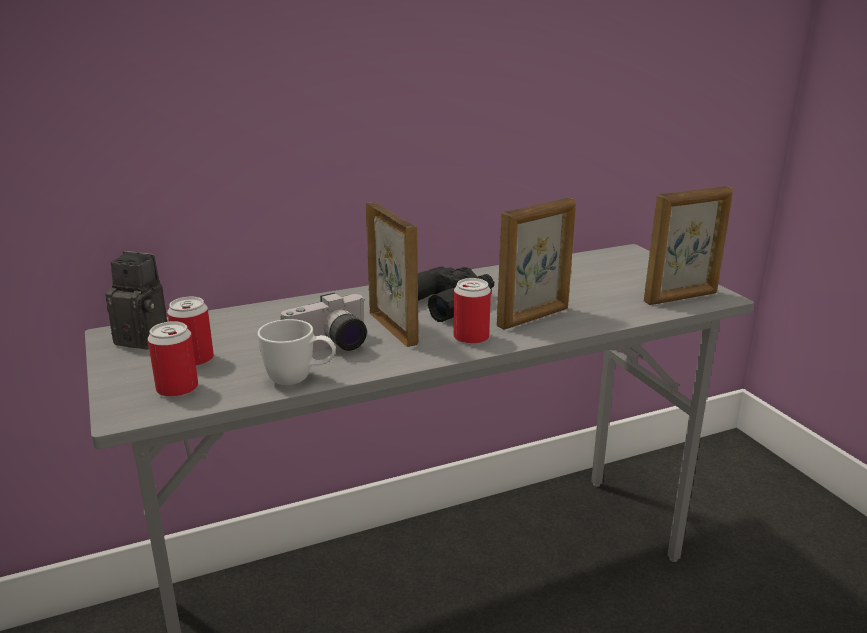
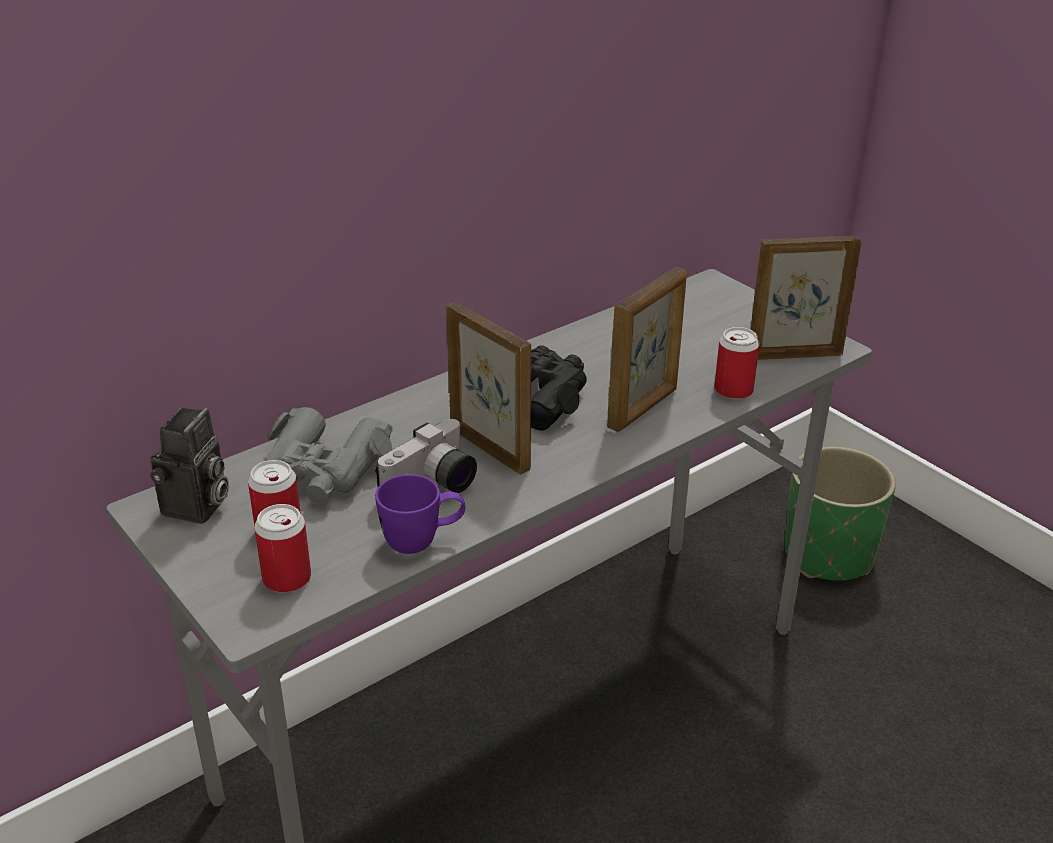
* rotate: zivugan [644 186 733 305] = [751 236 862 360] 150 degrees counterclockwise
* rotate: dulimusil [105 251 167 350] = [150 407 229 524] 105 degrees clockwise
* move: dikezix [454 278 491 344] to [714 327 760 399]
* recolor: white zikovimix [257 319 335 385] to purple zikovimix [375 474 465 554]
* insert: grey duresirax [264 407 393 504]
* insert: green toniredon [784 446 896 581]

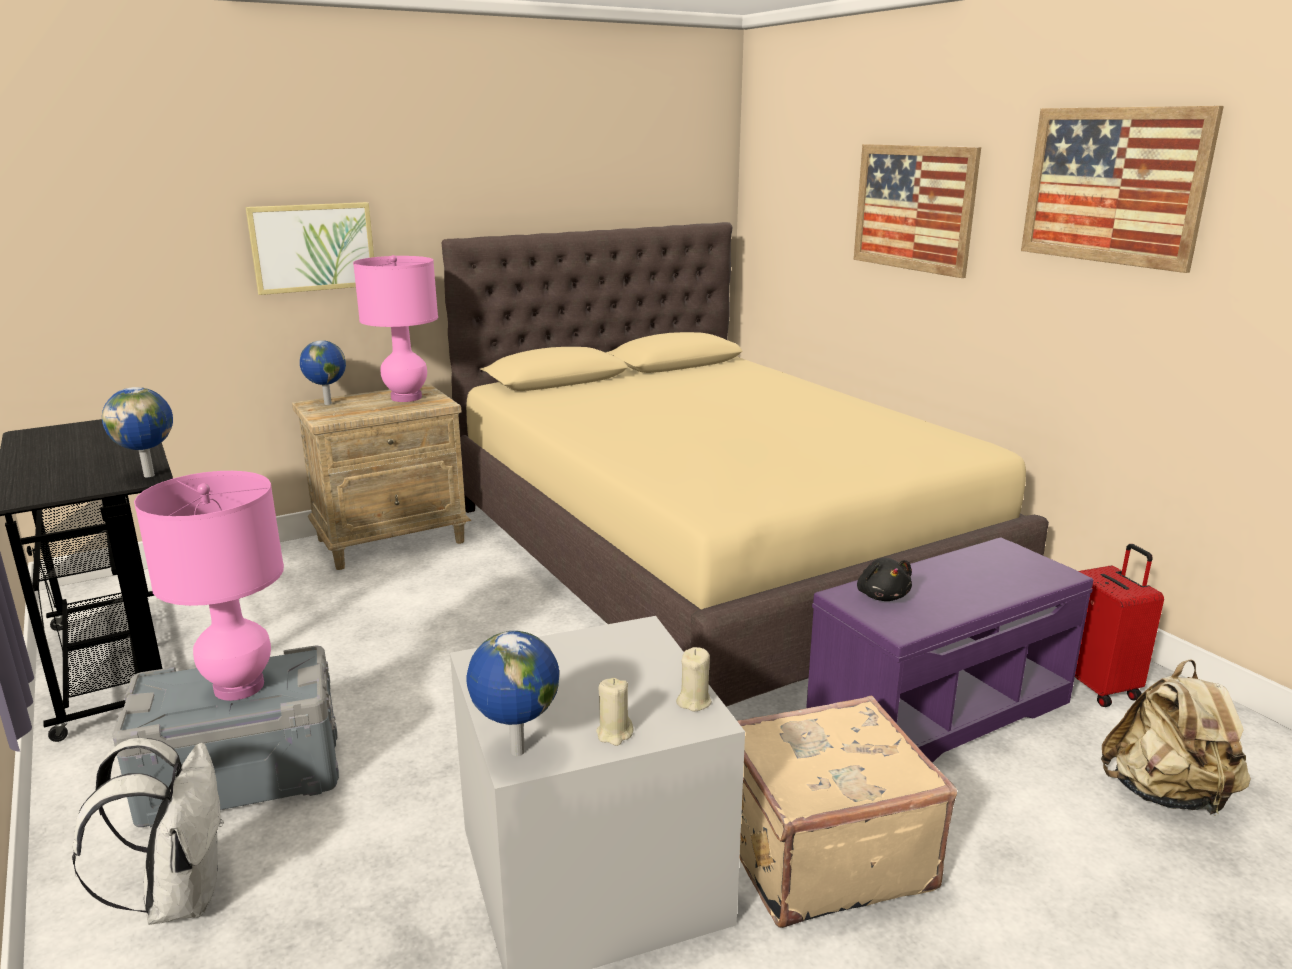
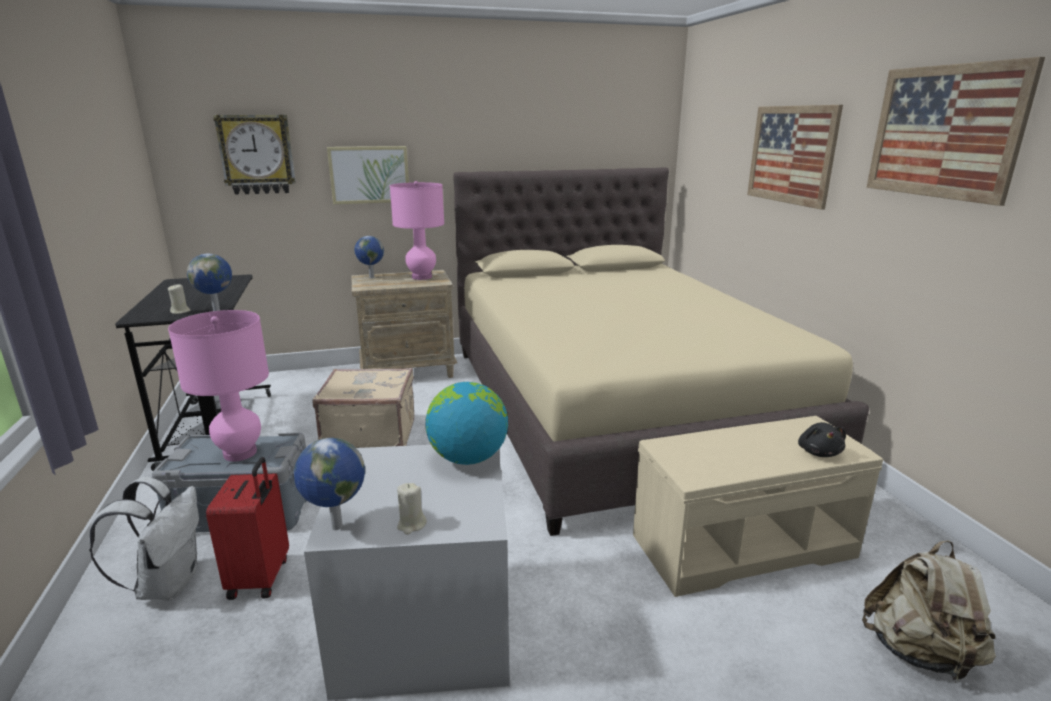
* recolor: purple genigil [806 537 1093 763] to beige genigil [633 416 883 597]
* move: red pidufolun [1075 544 1164 707] to [206 457 289 600]
* move: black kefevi [857 558 912 601] to [798 422 846 457]
* move: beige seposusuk [676 647 712 711] to [168 284 191 314]
* move: beige pidufolun [737 695 957 928] to [313 368 414 448]
* insert: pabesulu [213 115 296 195]
* insert: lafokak [425 382 508 465]

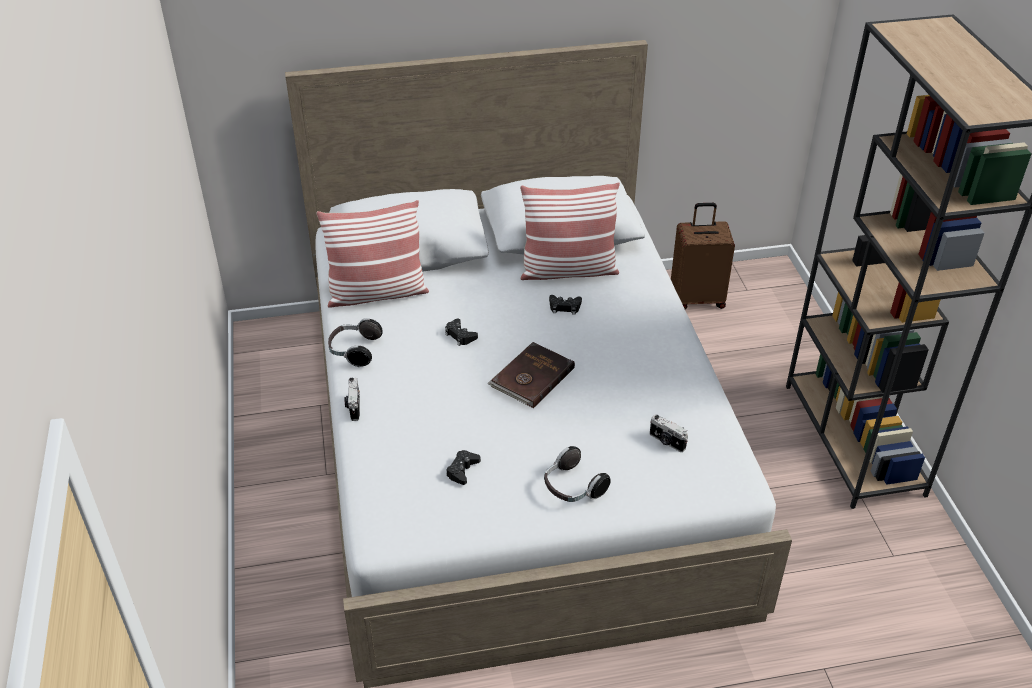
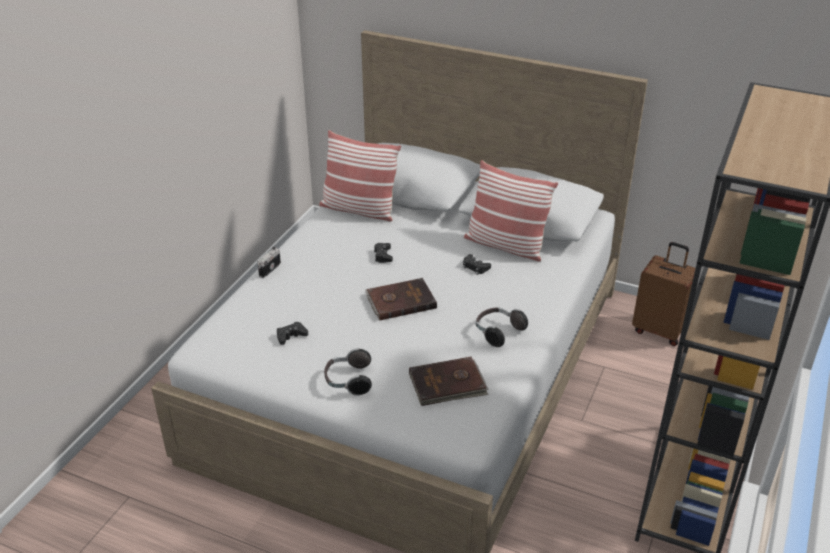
* move: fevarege [328 318 383 367] to [476 307 528 347]
* replace: dulimusil [650 414 688 452] to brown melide [409 357 488 406]

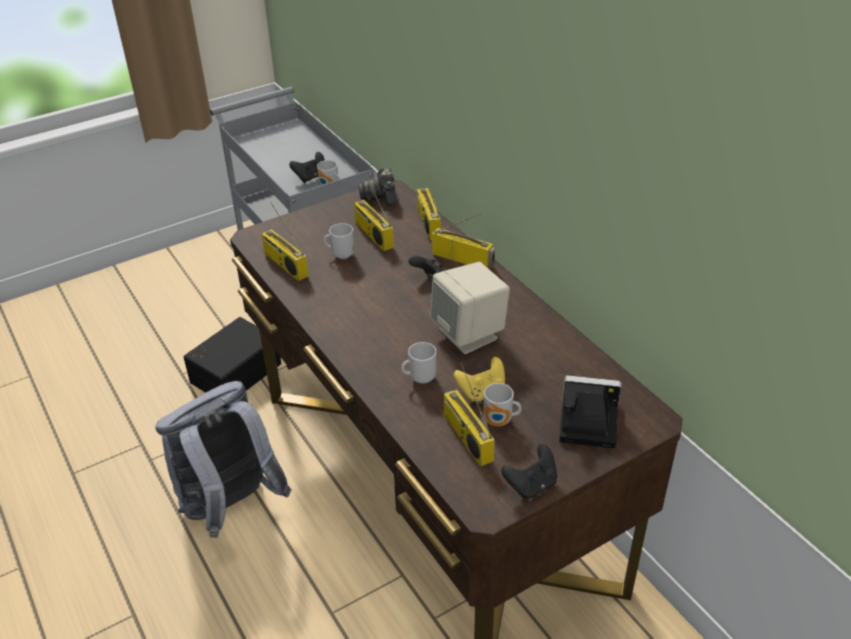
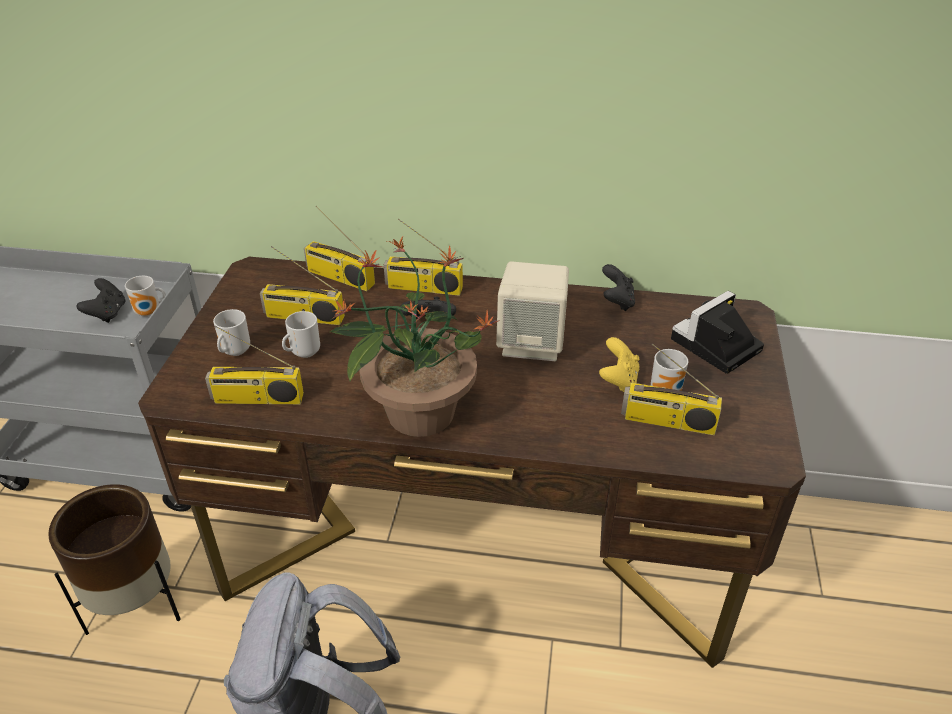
* delete: dulimusil [358 167 397 206]
* rotate: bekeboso [432 214 495 269] = [384 219 463 296] 150 degrees counterclockwise
* replace: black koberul [184 317 281 393] to brown toniredon [48 484 181 635]
* move: zikovimix [401 342 436 383] to [213 309 250 356]
* move: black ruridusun [501 444 557 498] to [602 264 635 311]
* insert: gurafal [330 237 500 437]

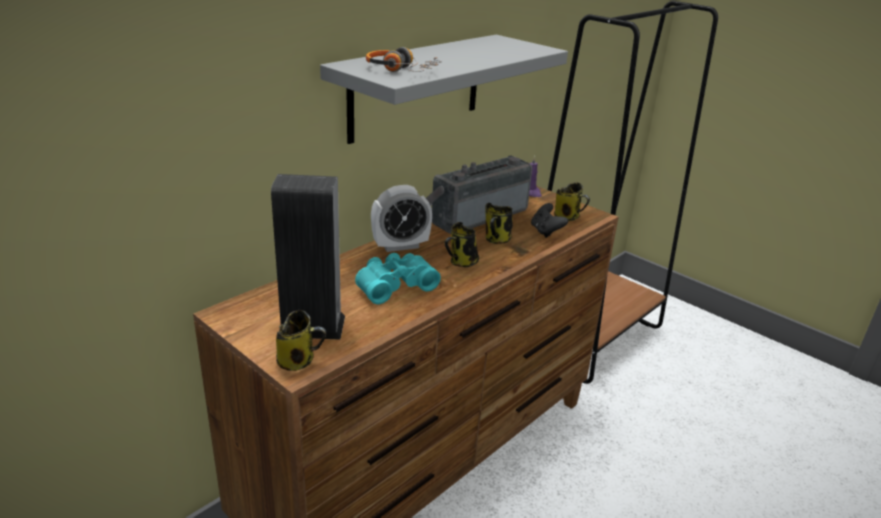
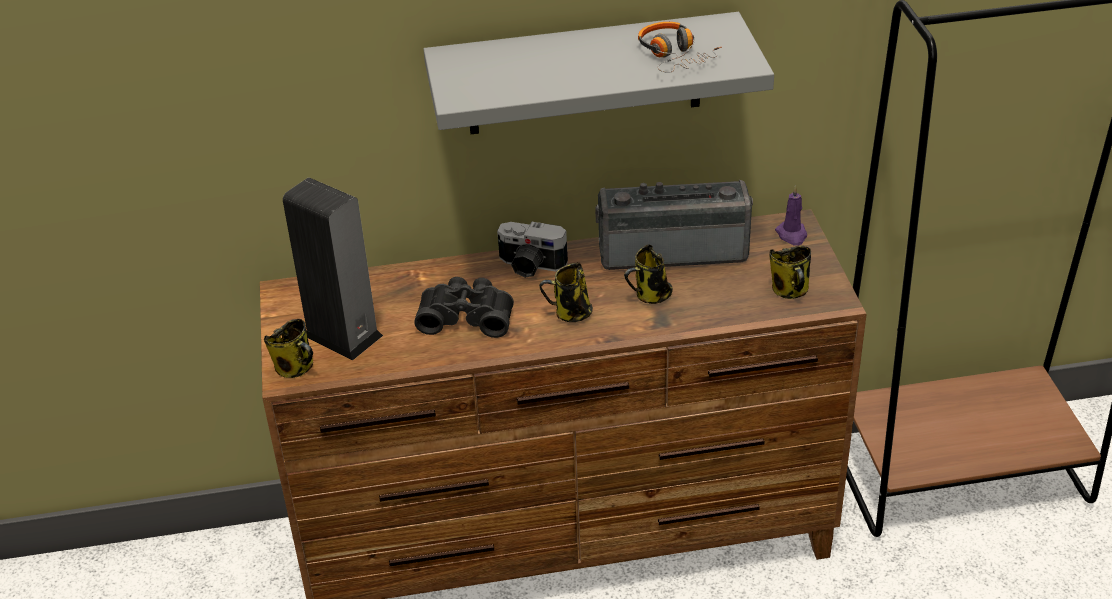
* move: fevarege [366 47 442 72] to [638 22 722 73]
* replace: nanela [371 185 432 252] to dulimusil [497 222 568 278]
* delete: black ruridusun [531 203 568 238]
* recolor: turquoise duresirax [355 253 441 304] to black duresirax [414 277 514 338]

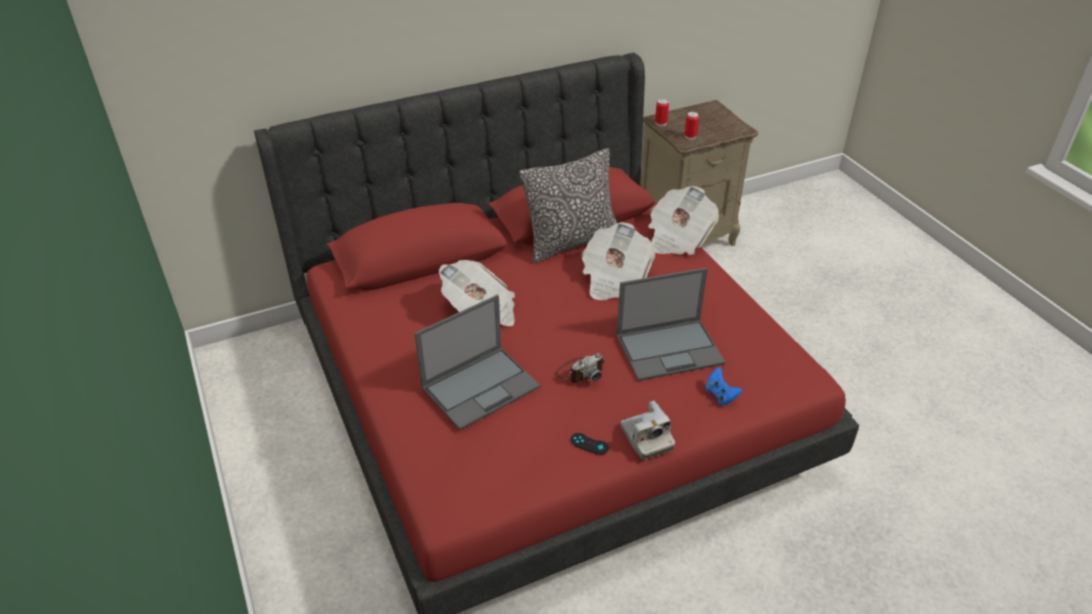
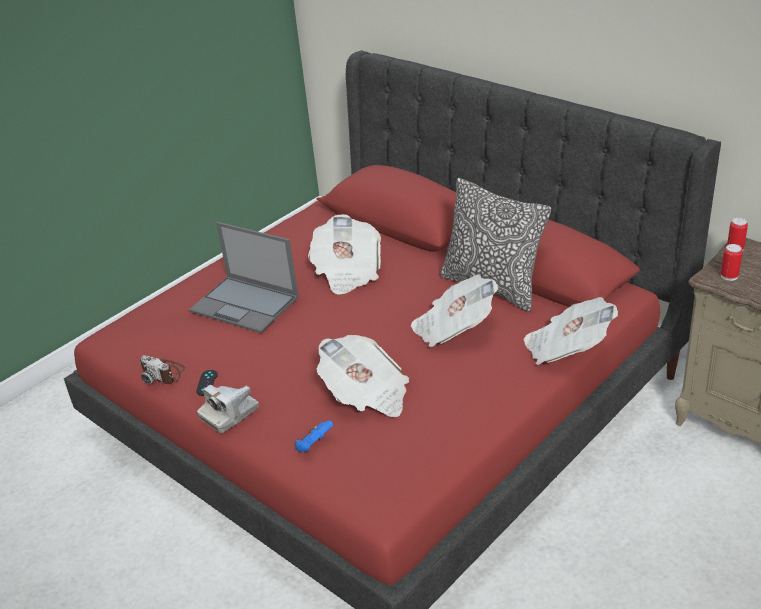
* replace: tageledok [616 268 726 381] to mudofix [316 335 409 417]
* move: dulimusil [556 353 605 383] to [140 355 185 384]

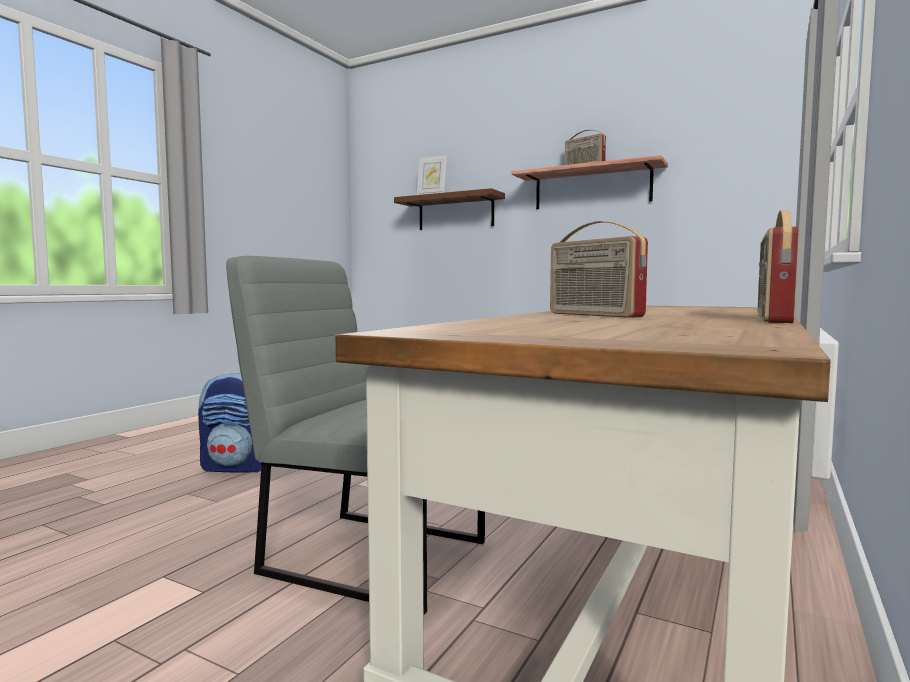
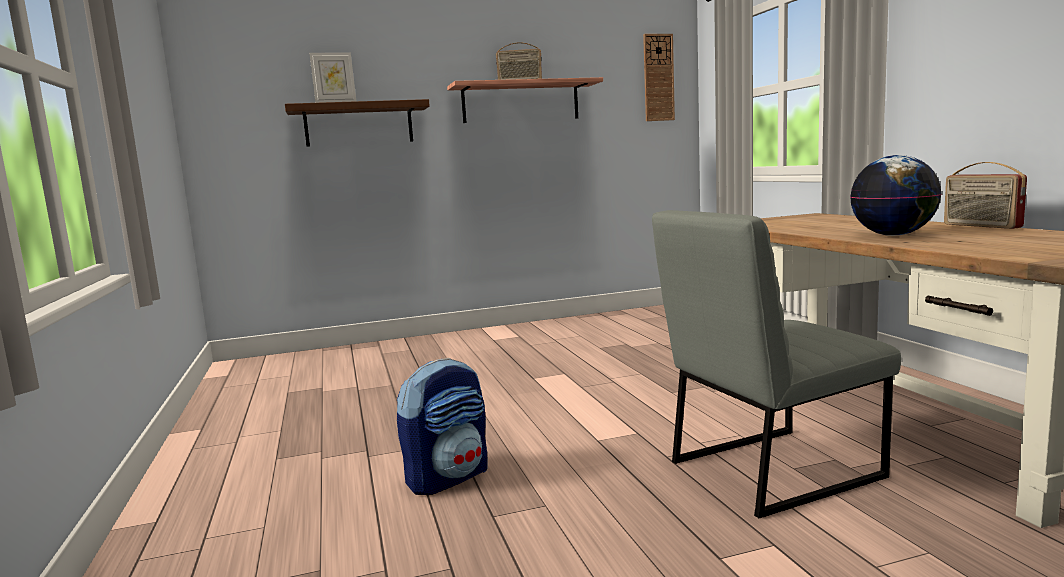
* replace: bekeboso [550 221 648 318] to lafokak [850 155 942 236]
* insert: pabesulu [643 34 675 121]

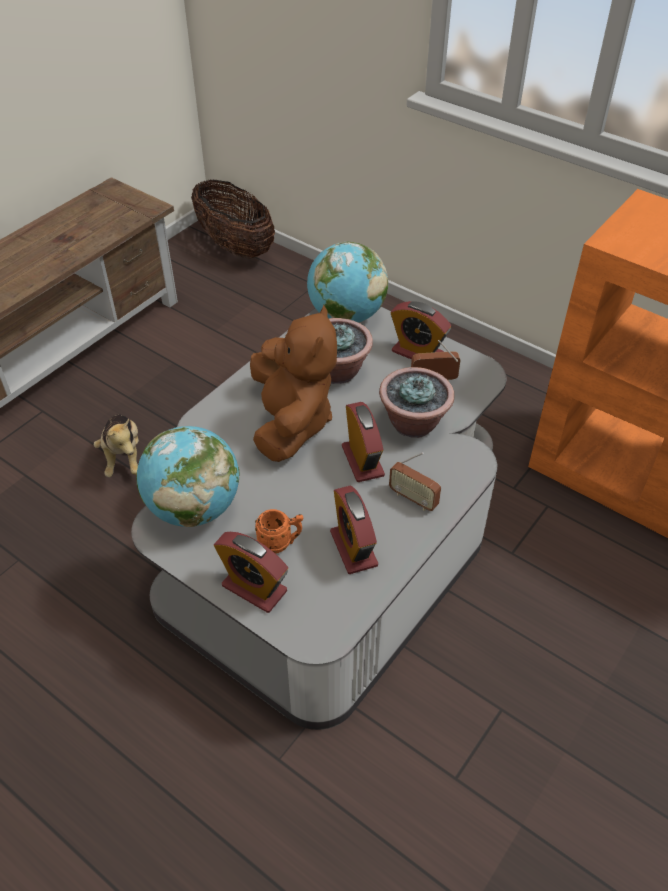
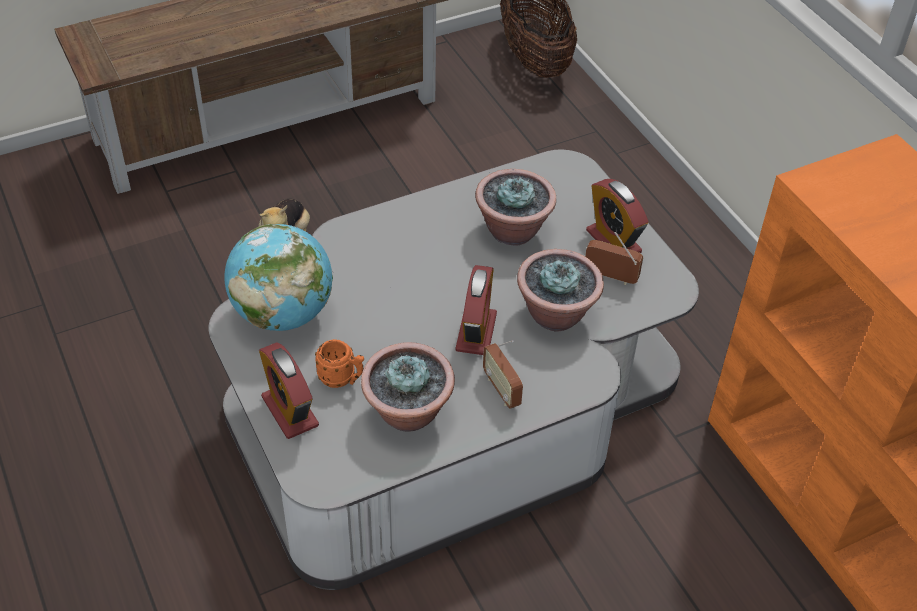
* delete: lafokak [307 242 388 323]
* delete: brown kefevi [250 305 337 462]
* replace: nanela [330 486 378 574] to gurafal [361 342 455 432]

